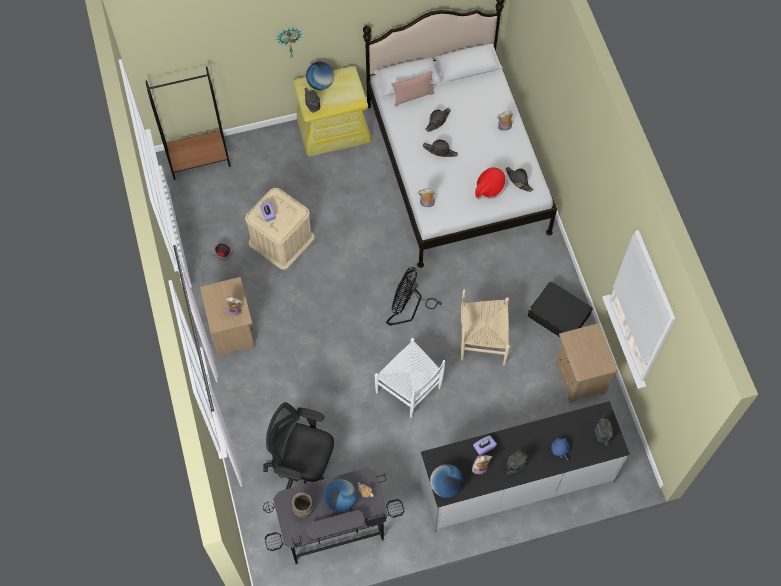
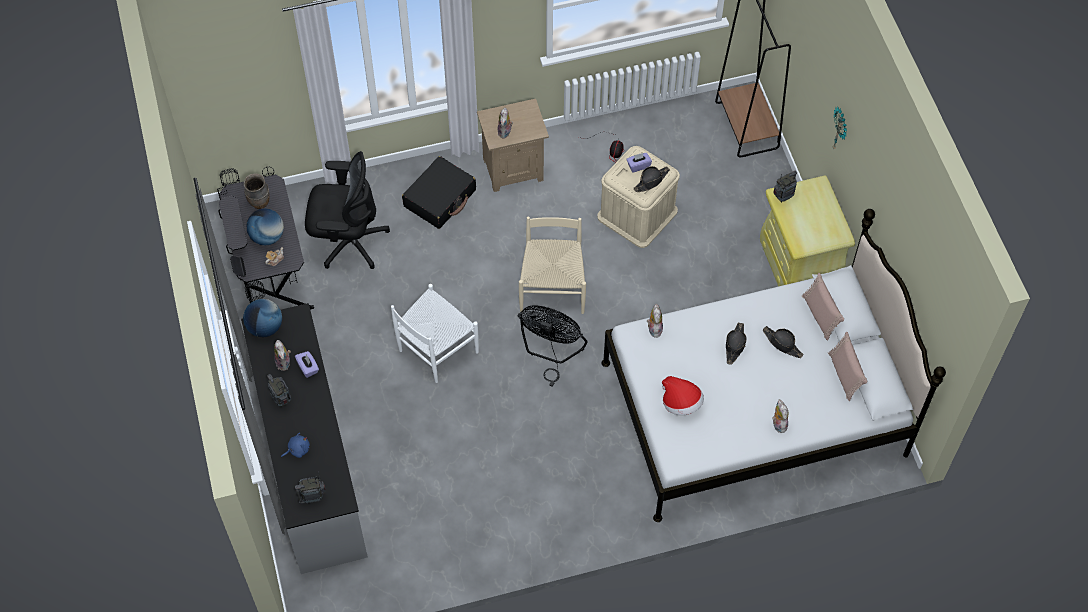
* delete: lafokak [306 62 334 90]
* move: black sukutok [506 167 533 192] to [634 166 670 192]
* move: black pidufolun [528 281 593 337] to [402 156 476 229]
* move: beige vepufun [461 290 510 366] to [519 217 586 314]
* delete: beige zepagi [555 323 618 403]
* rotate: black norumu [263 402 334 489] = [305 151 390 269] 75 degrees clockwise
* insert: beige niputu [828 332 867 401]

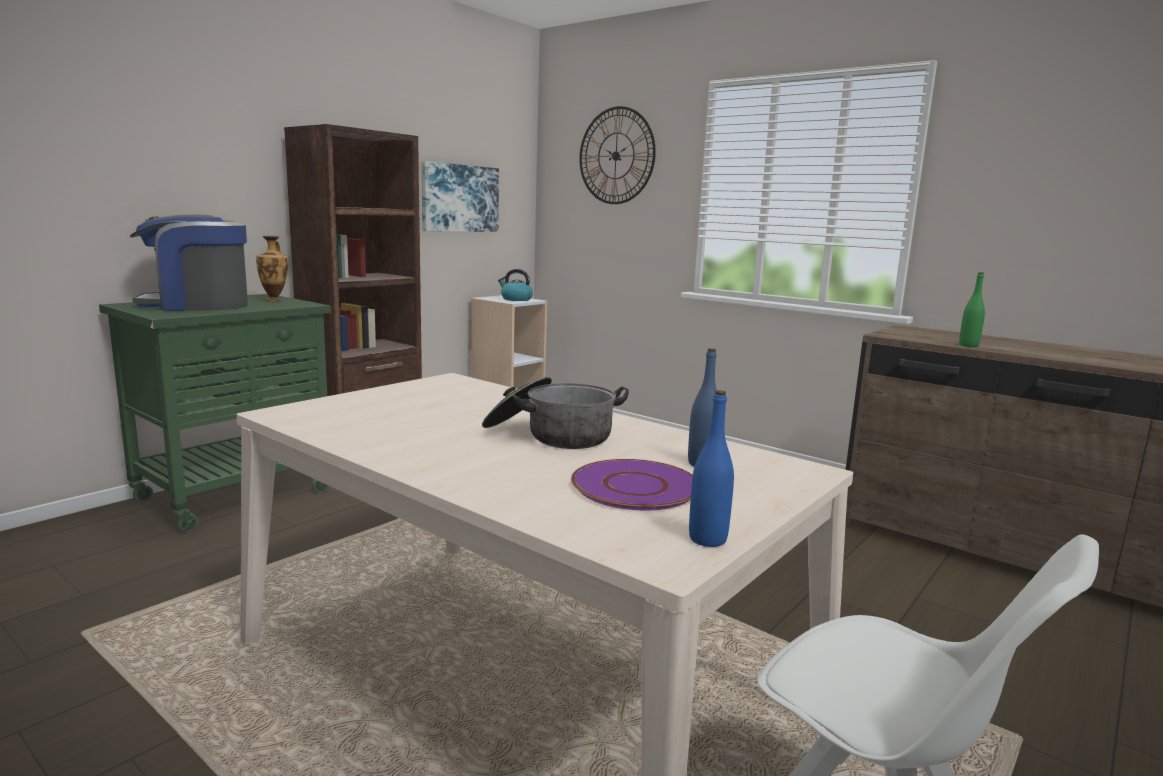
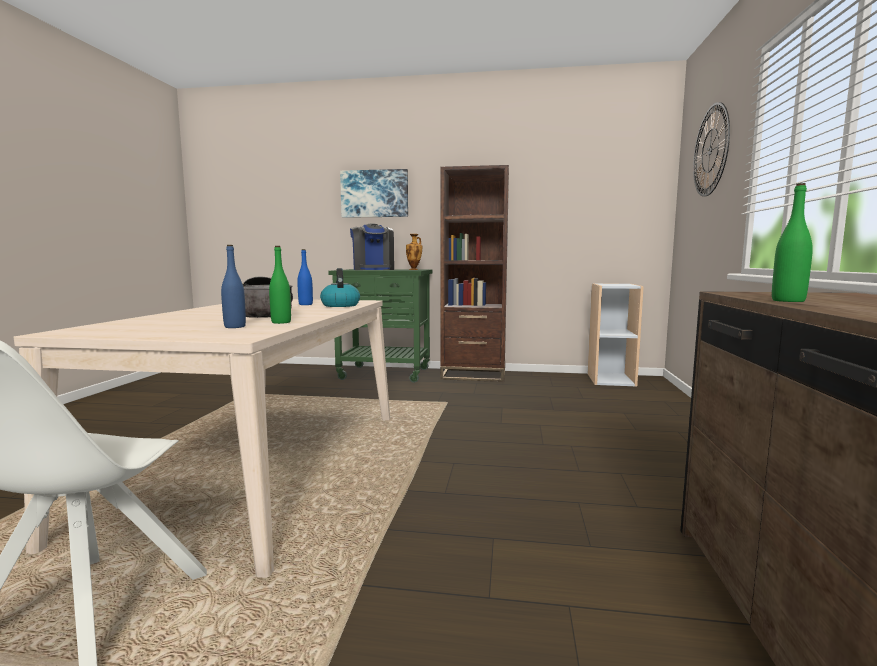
* move: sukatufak [421 161 499 232] to [340 169 408 218]
* rotate: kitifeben [130 214 248 311] = [350 224 394 270] 150 degrees counterclockwise
* move: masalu [498 269 533 301] to [320 268 360 307]
* move: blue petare [689 390 734 547] to [297 249 313 305]
* delete: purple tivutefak [571 459 693 510]
* insert: green petare [269 246 291 324]

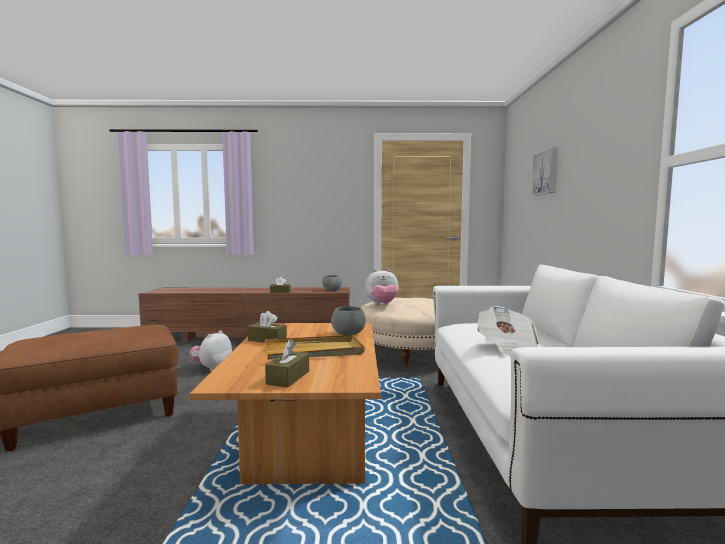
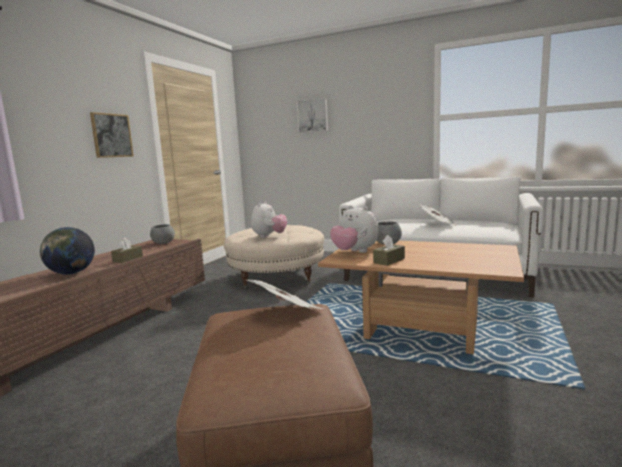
* move: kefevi [190 330 232 372] to [330 205 379 253]
* delete: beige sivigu [265 335 364 360]
* delete: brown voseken [265 340 309 388]
* insert: sukatufak [90 112 134 158]
* insert: lafokak [40 227 95 275]
* insert: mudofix [248 280 324 309]

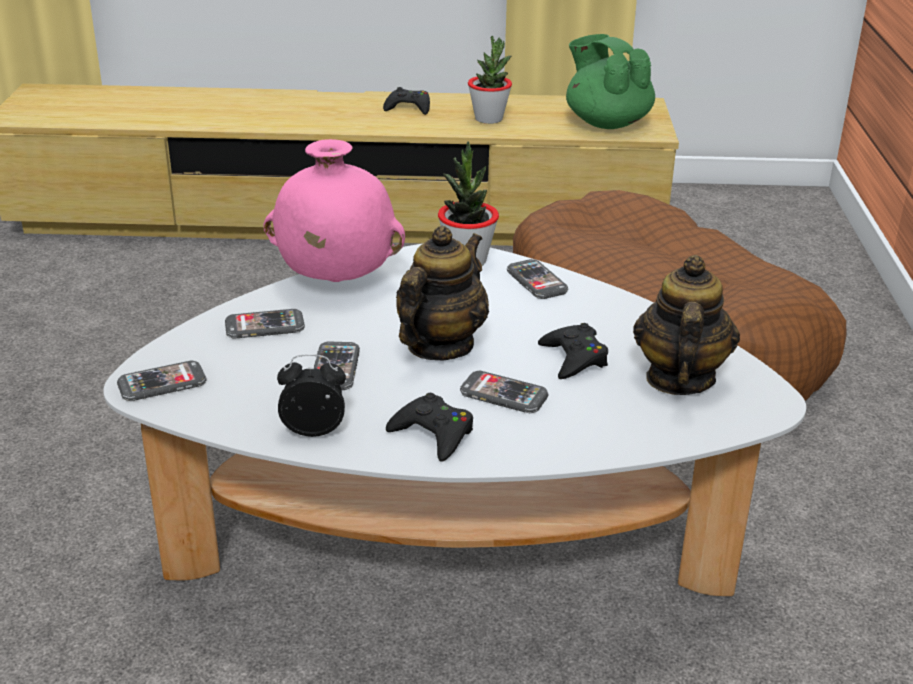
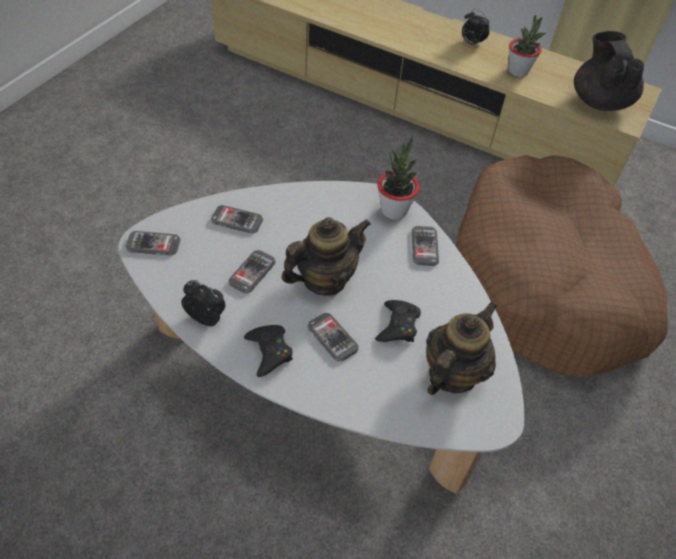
* recolor: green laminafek [566 34 655 129] to black laminafek [574 31 644 111]
* replace: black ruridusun [383 87 430 115] to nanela [462 9 490 46]
* delete: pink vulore [263 139 405 282]

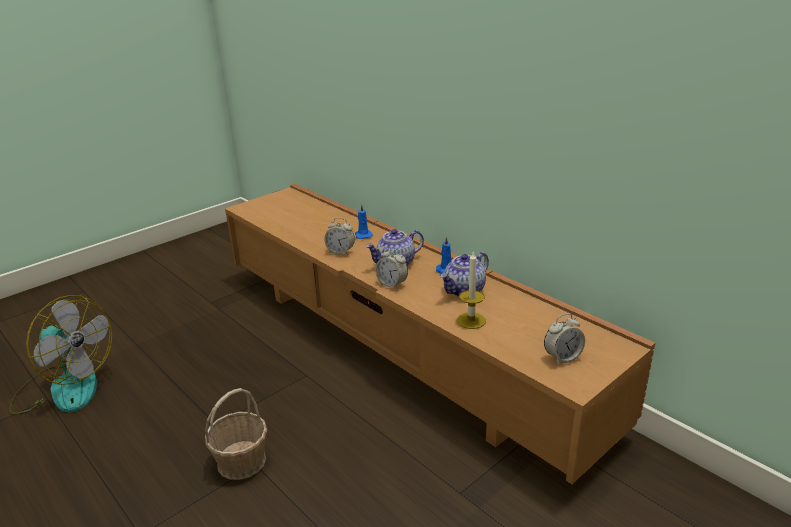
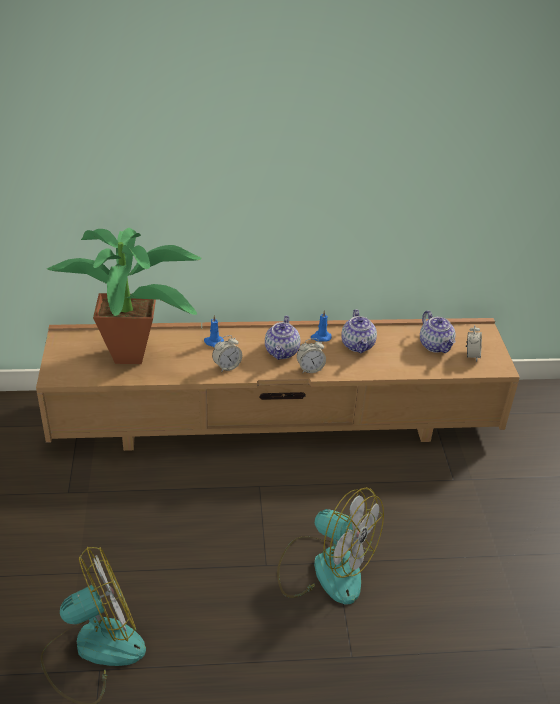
* delete: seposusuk [457 252 486 329]
* replace: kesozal [205 388 267 480] to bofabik [277 487 384 604]
* insert: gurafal [47 228 202 364]
* insert: laminafek [420 311 456 353]

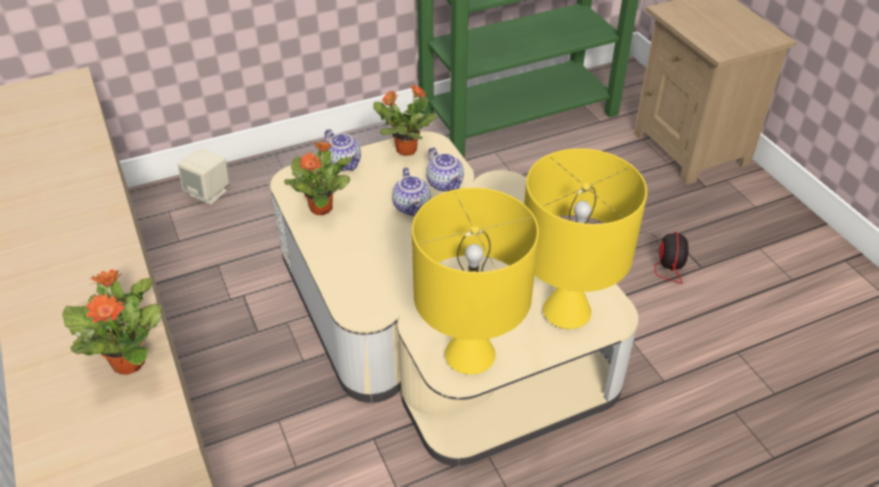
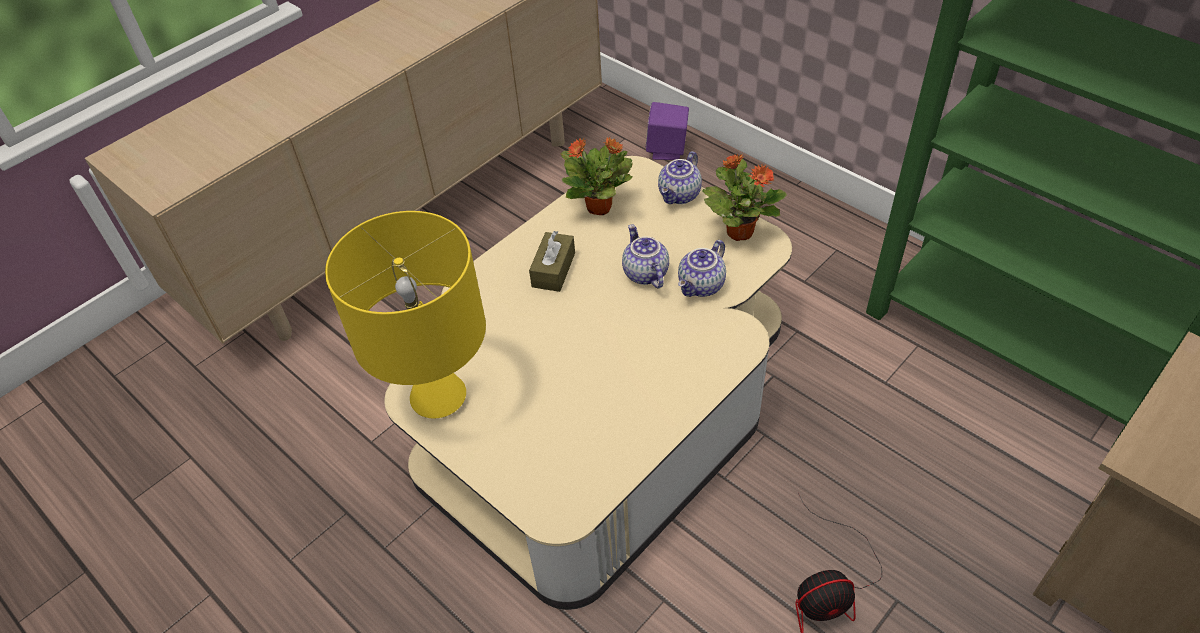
* delete: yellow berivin [524 148 647 329]
* recolor: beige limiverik [178 149 229 205] to purple limiverik [645 102 689 160]
* rotate: laminafek [392 168 431 216] = [622 224 669 289] 105 degrees clockwise
* delete: gurafal [62 269 162 375]
* insert: brown voseken [529 231 575 292]

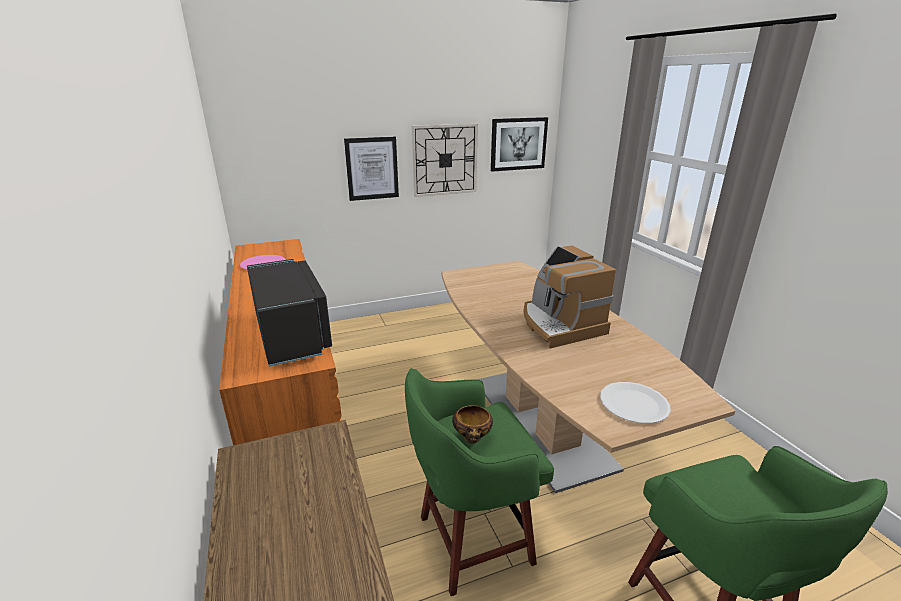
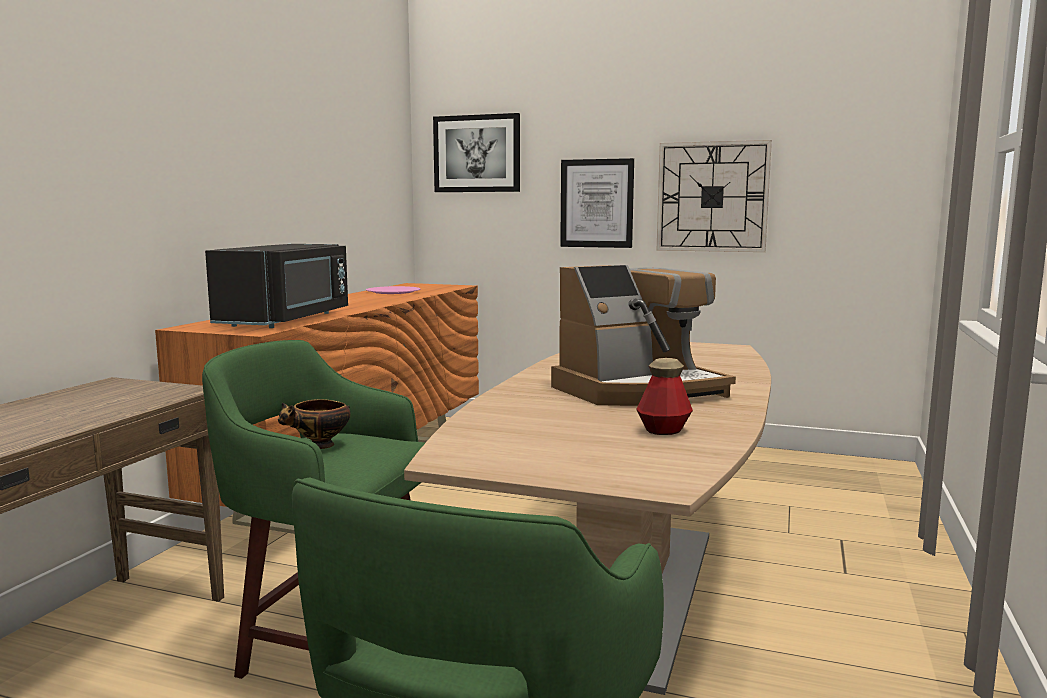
* move: sukatufak [491 117 548 172] to [433 113 520 192]
* rotate: kitifeben [523 246 616 348] = [551 265 736 406] 135 degrees counterclockwise
* delete: white tivutefak [600 382 671 424]
* insert: petare [636 358 693 435]

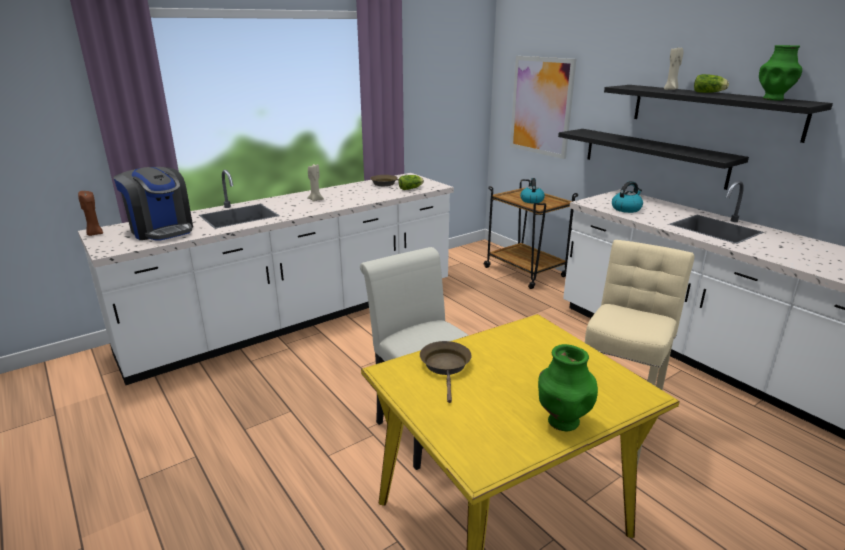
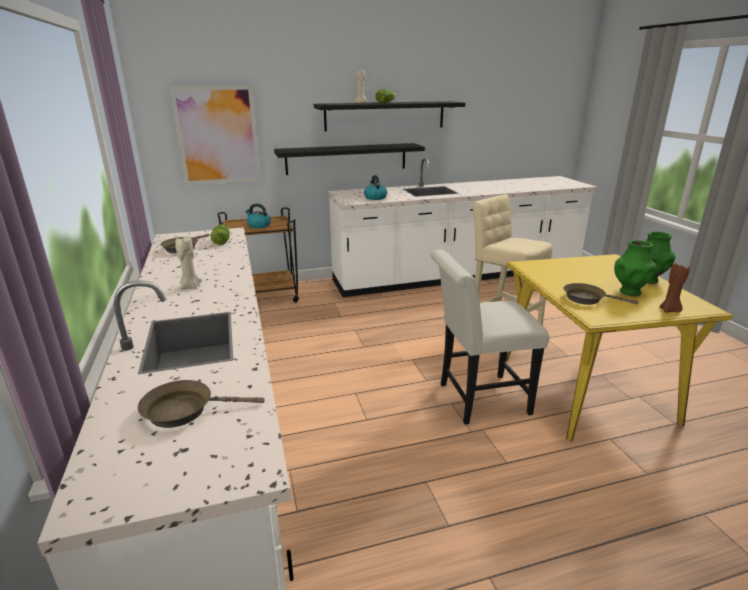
* move: green vulore [759 45 802 100] to [614 240 656 296]
* replace: kitifeben [113 167 193 241] to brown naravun [138 380 265 428]
* move: brown seposusuk [78 190 103 236] to [660 263 690 313]

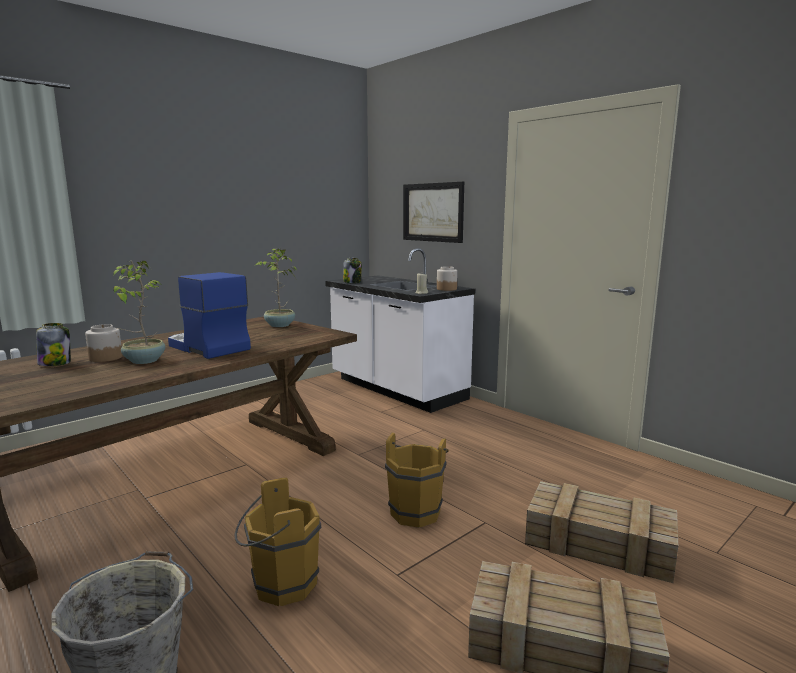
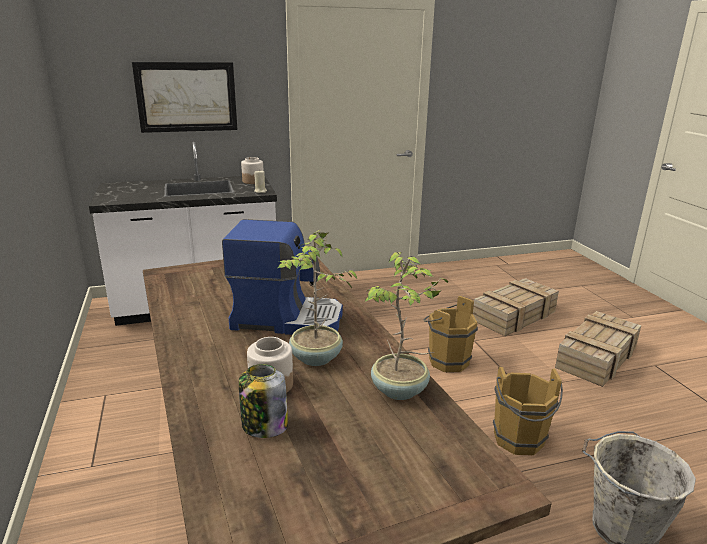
* move: gurafal [254 248 297 327] to [365 252 448 400]
* delete: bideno [343 258 362 283]
* rotate: kitifeben [168 272 251 359] = [222 219 343 335] 150 degrees counterclockwise

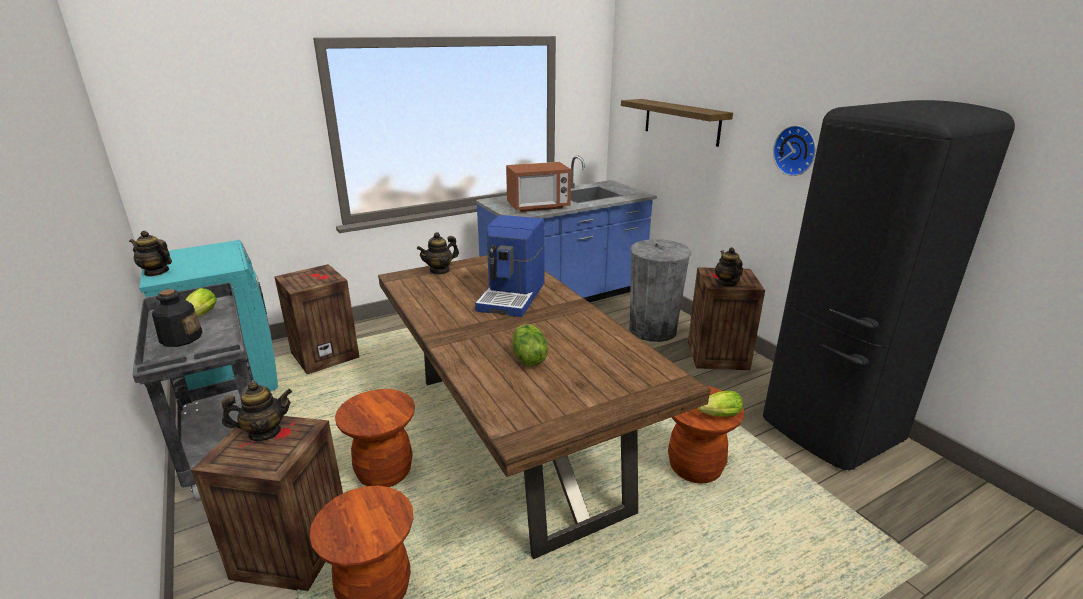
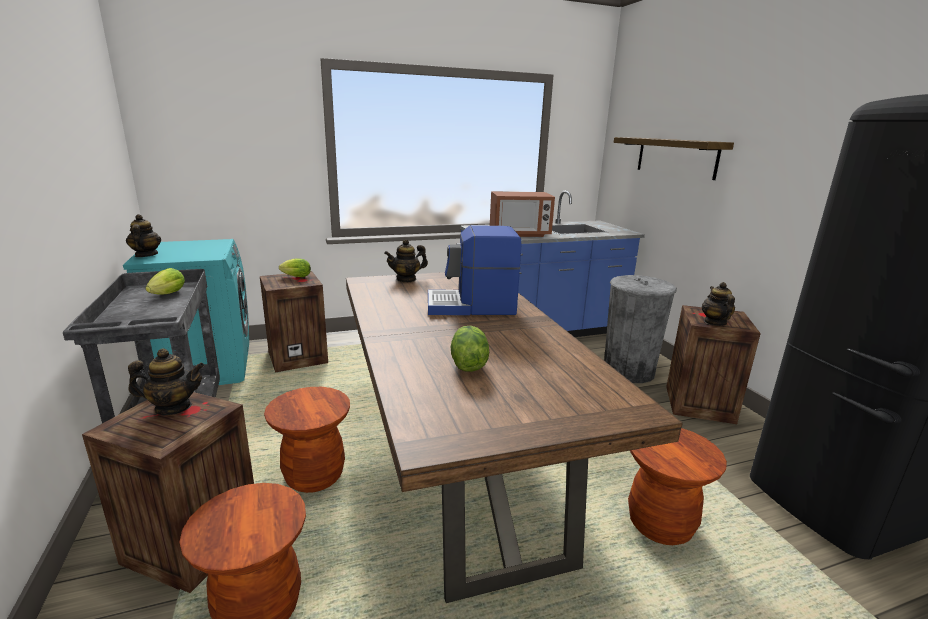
* delete: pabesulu [773 125 816 176]
* rotate: kitifeben [475 215 545 317] = [428 225 522 315] 60 degrees clockwise
* rotate: laminafek [129 231 172 277] = [126 214 161 257] 45 degrees clockwise
* delete: petare [152 289 203 347]
* move: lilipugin [698 391 743 417] to [279 258 311 277]

